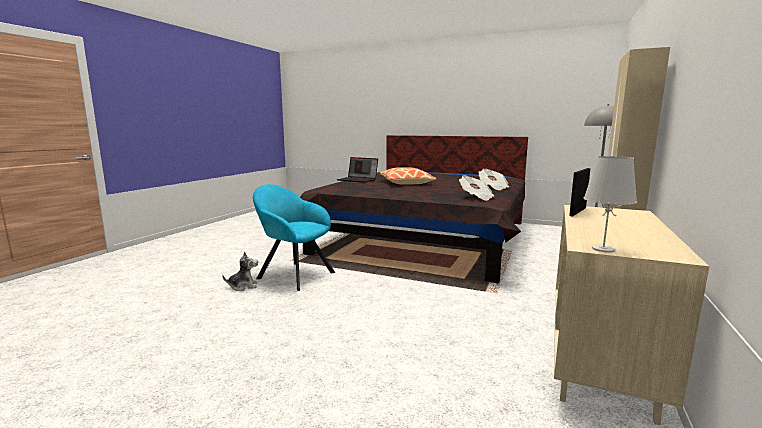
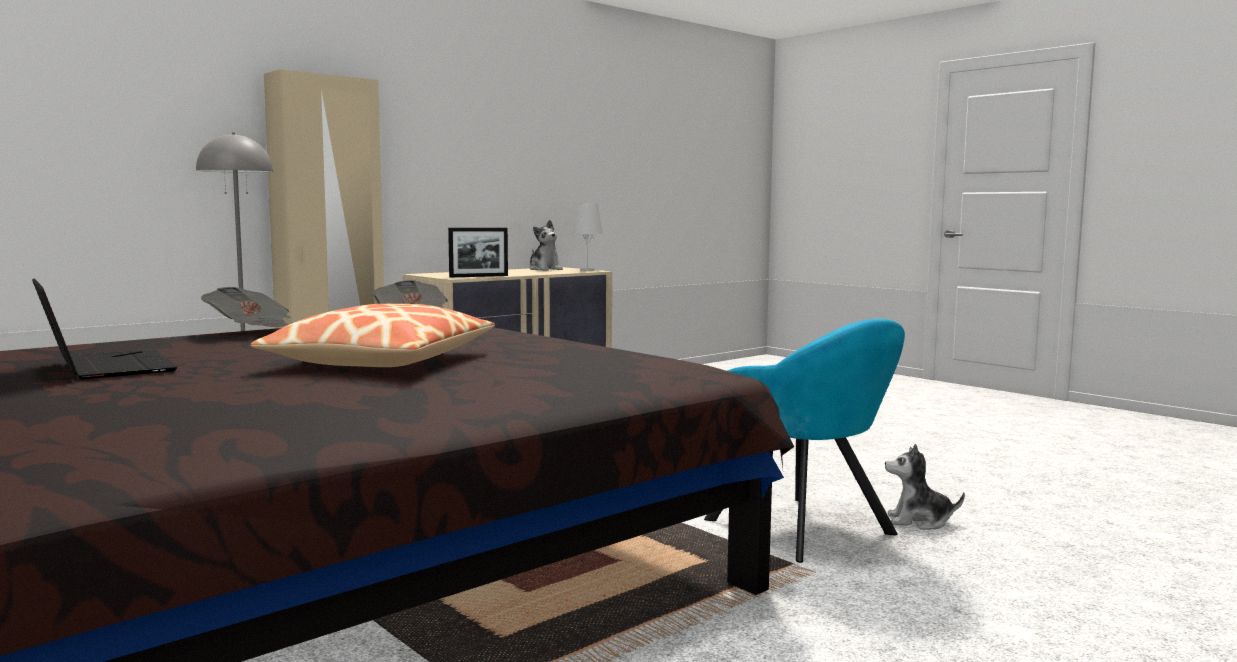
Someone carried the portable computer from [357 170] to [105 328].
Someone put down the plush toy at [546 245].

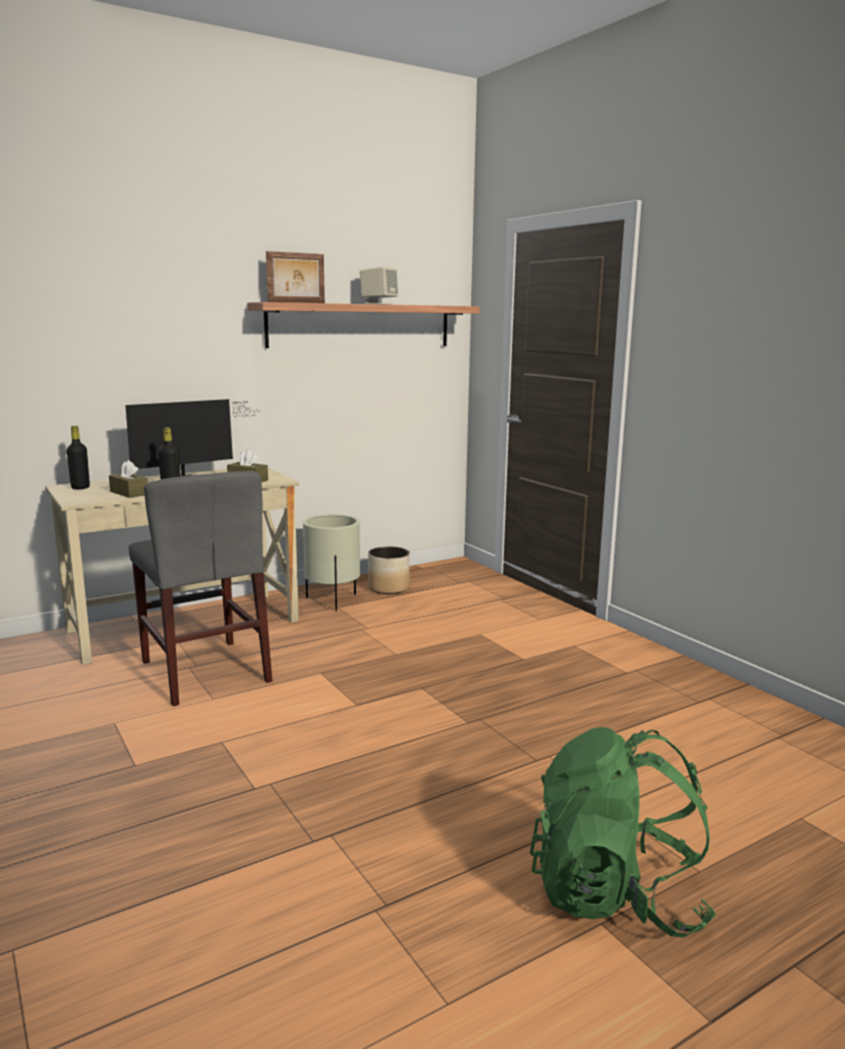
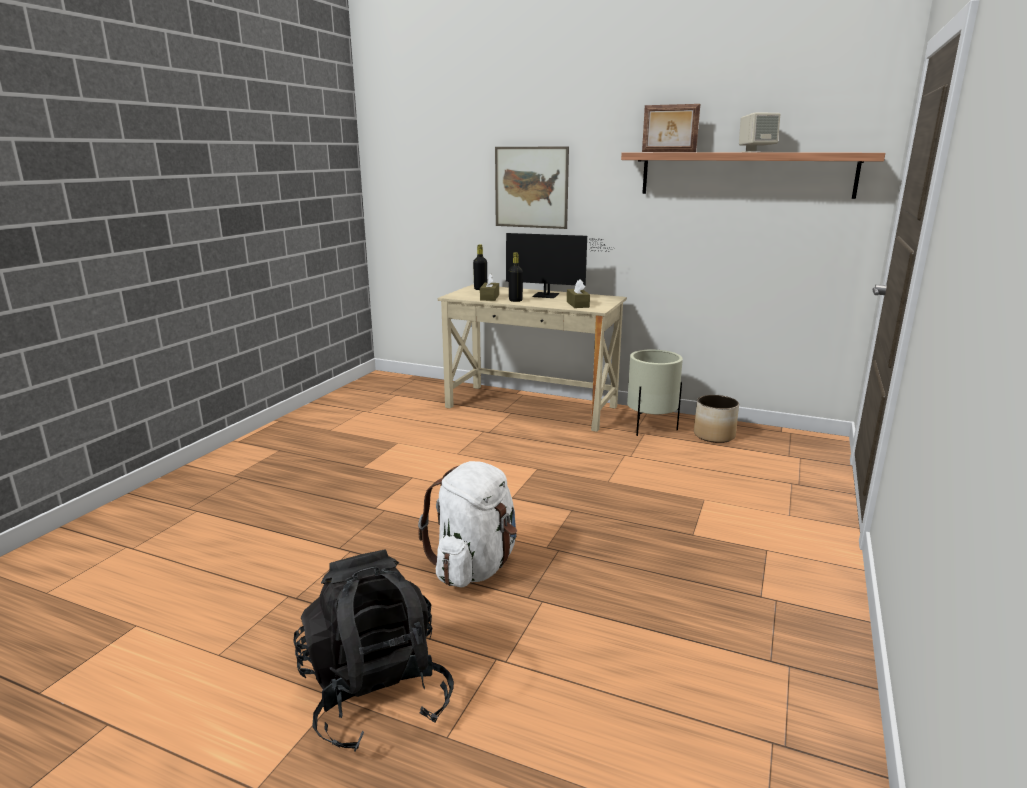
Someone repainted the rucksack (greenish) at [623 832], which became the rucksack (black-coloured) at [373 650].
Someone put down the rucksack (whitish) at [467 524].
Someone put up the wall art at [532 188].
Someone took away the chair (gray) at [200 588].

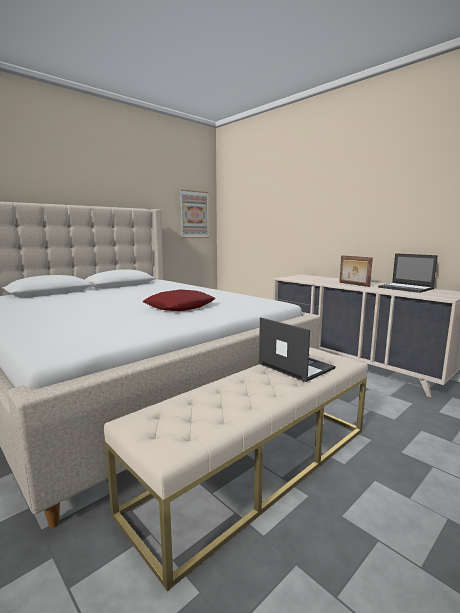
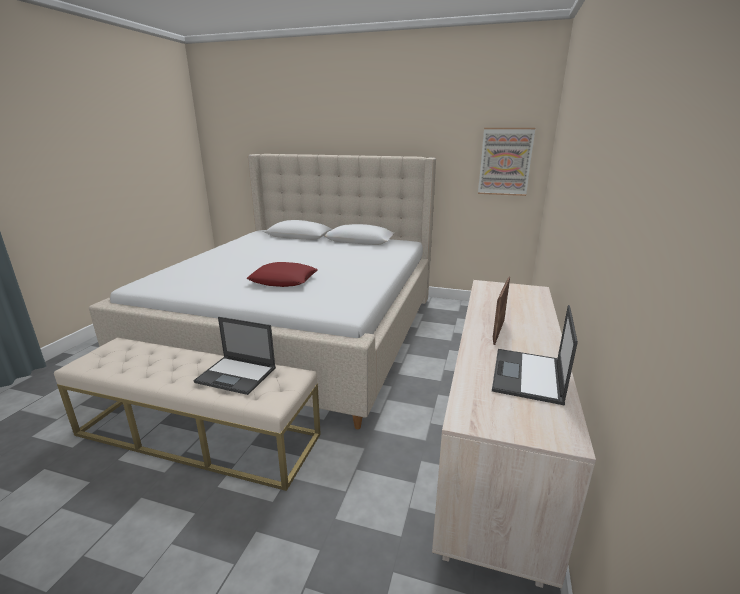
Someone rotated the portable computer at [297 349] by 90 degrees clockwise.

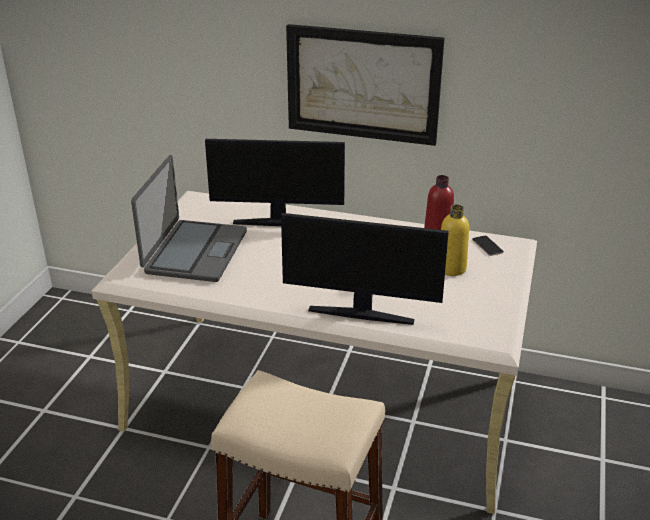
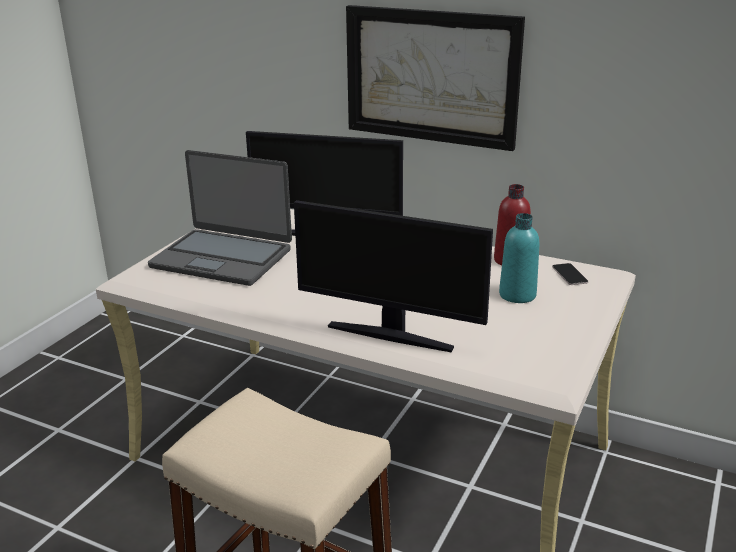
Someone rotated the portable computer at [189 218] by 90 degrees clockwise.
Someone repainted the bottle (yellow) at [455 240], which became the bottle (turquoise) at [519 258].

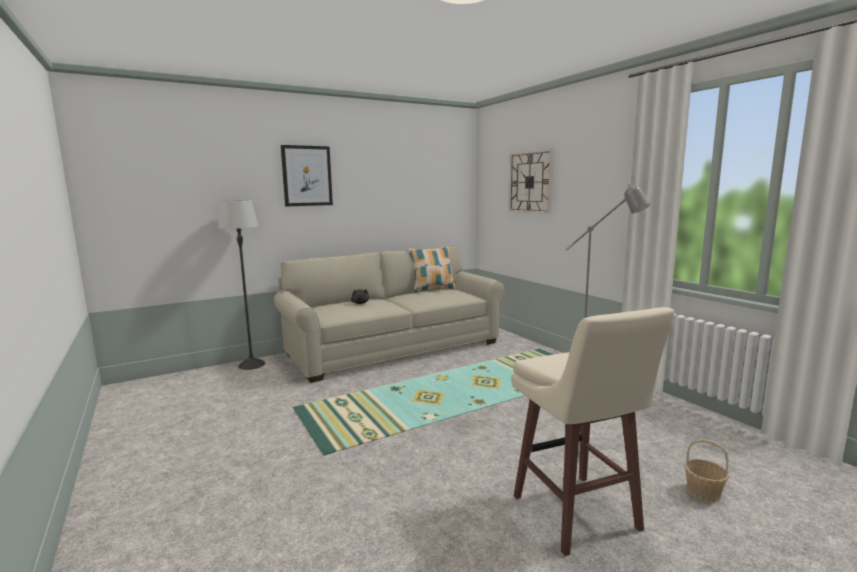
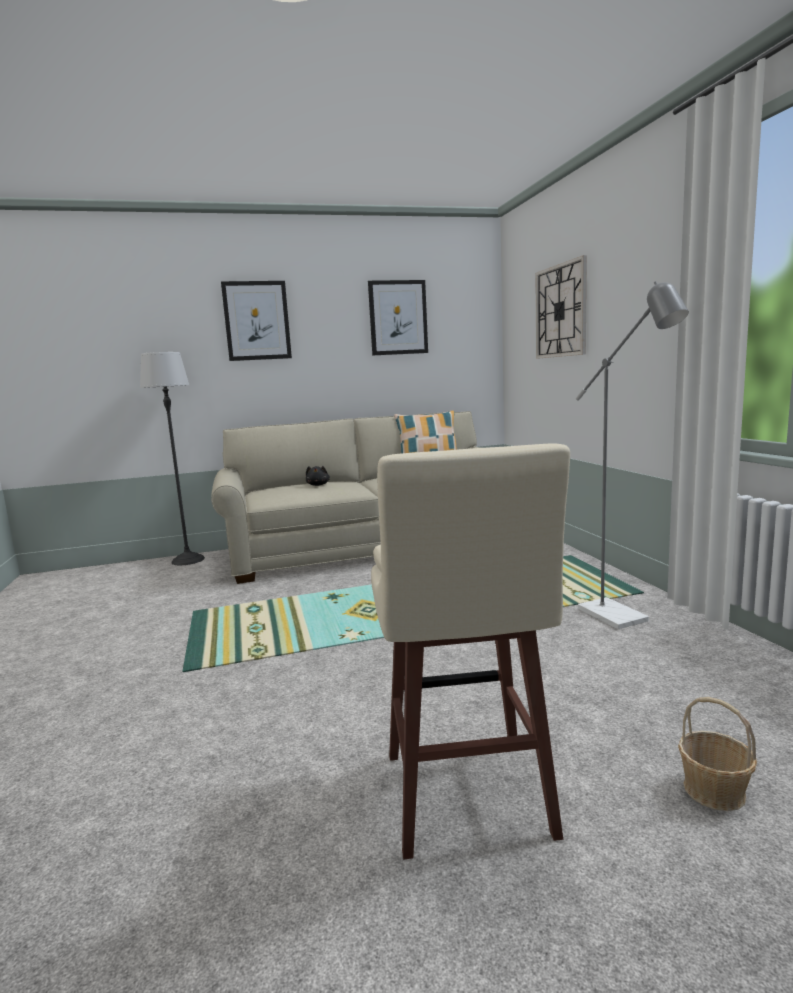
Someone put up the wall art at [398 318].

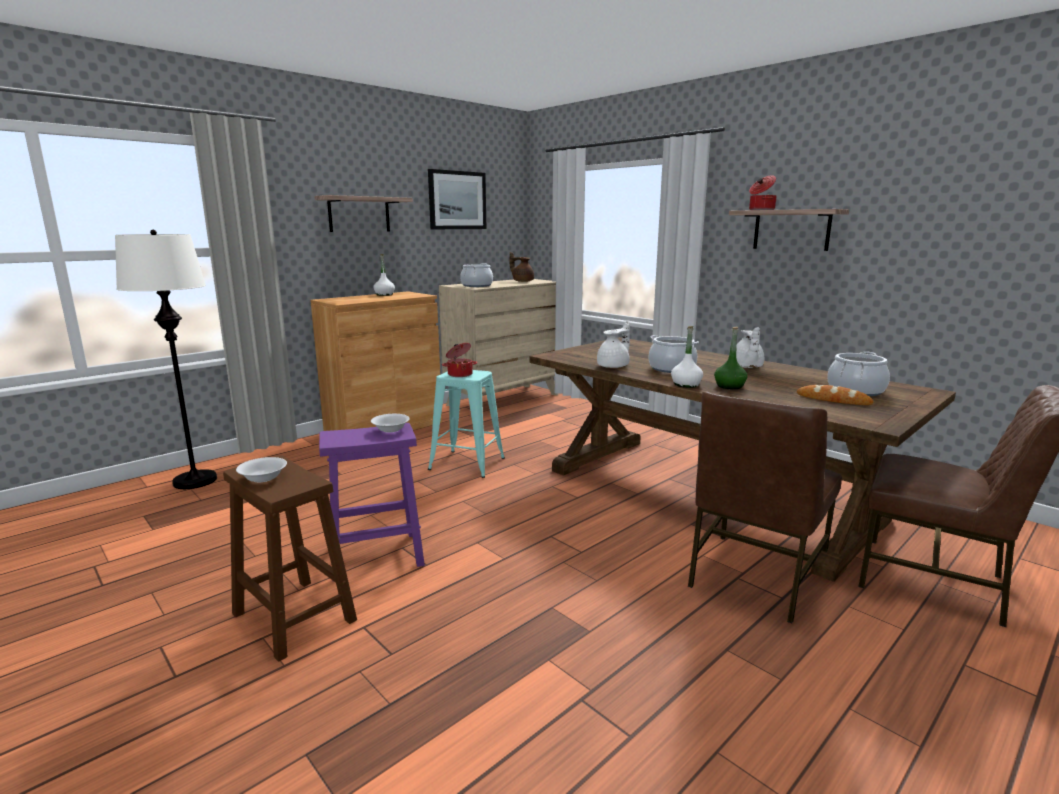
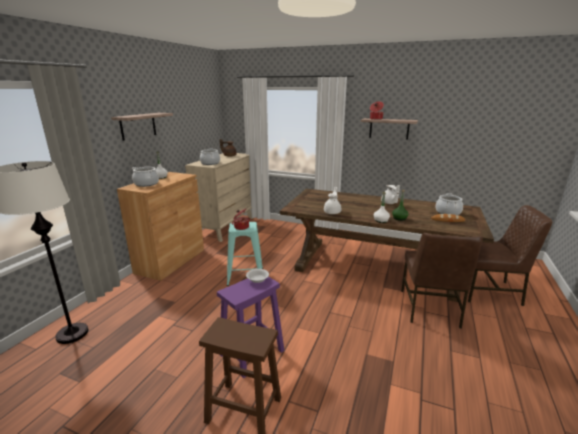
Someone carried the saucepot from [674 354] to [145 177].
Someone took away the bowl (whitish) at [261 469].
Someone took away the wall art at [457 199].

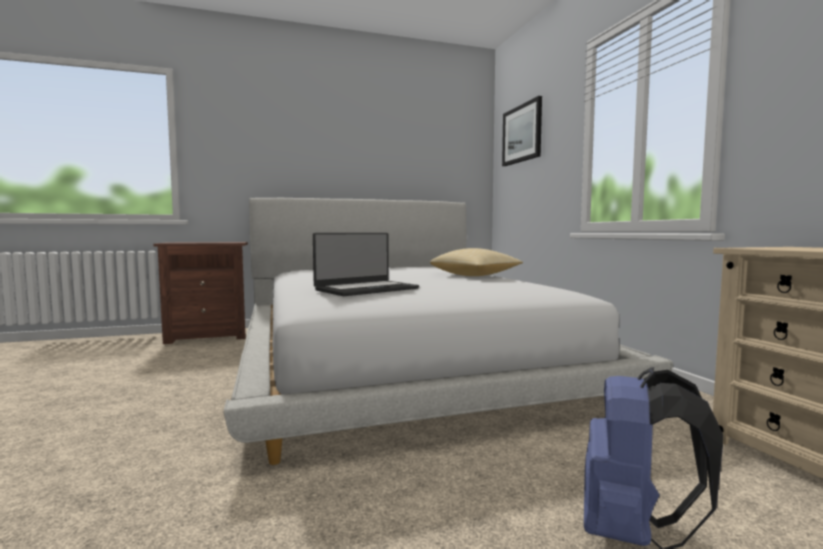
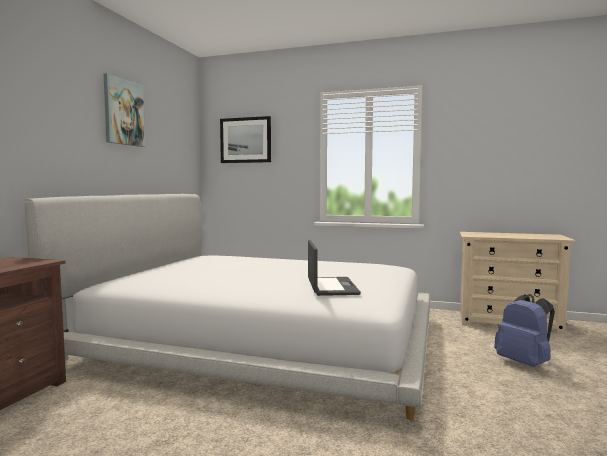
Someone put up the wall art at [124 110].
Someone took away the throw pillow at [476 262].

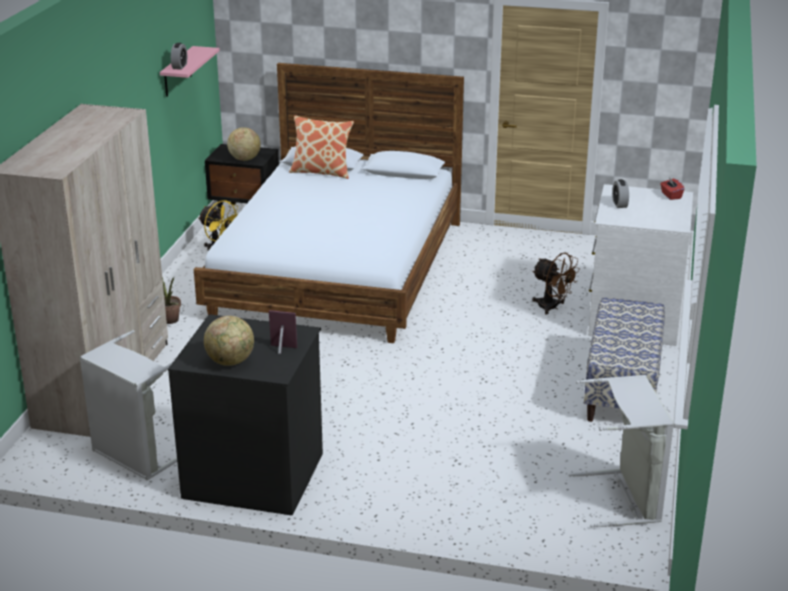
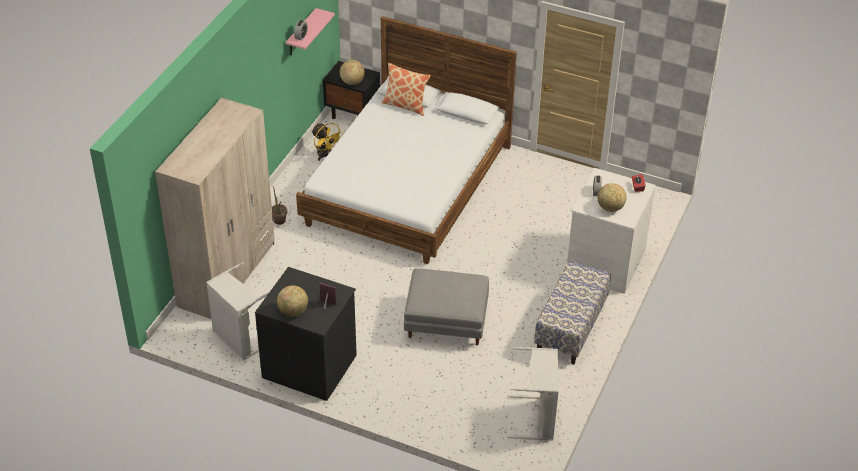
Someone put down the pouffe (gray) at [446 306].
Someone put down the world globe at [612 197].
Someone took away the fan (brown-coloured) at [556 284].

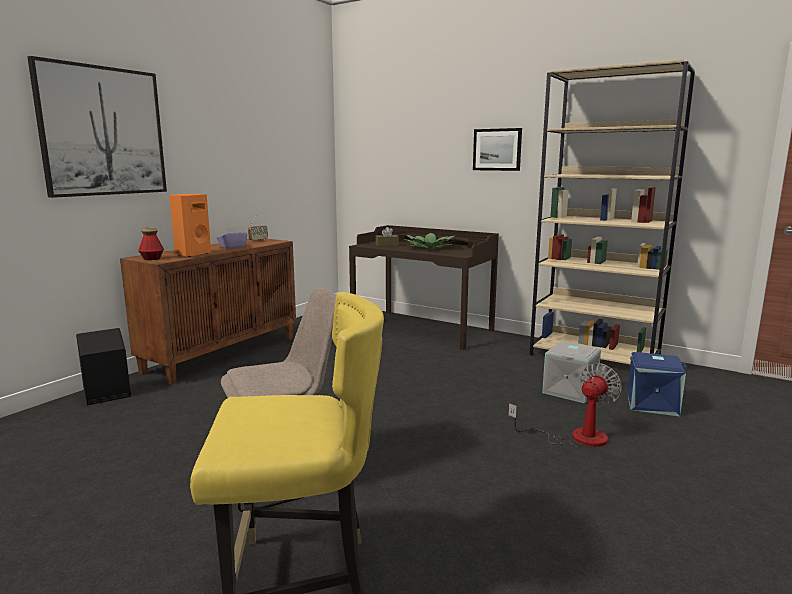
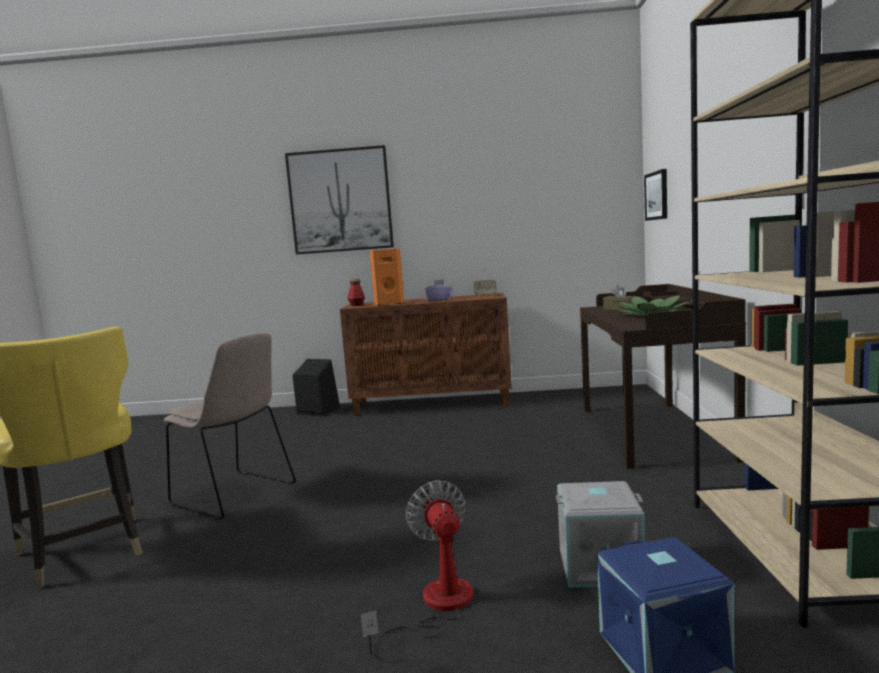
Someone rotated the fan at [565 405] by 120 degrees counterclockwise.
Someone carried the wall art from [497 149] to [655 195].

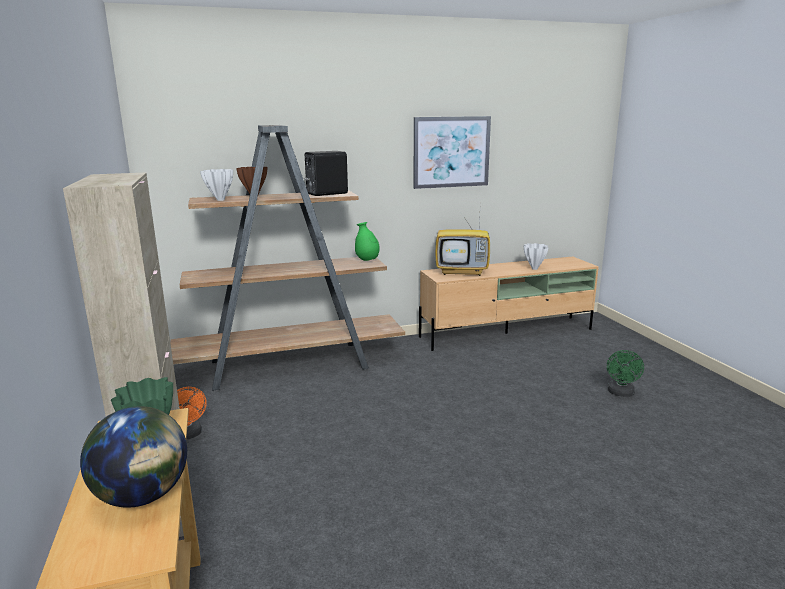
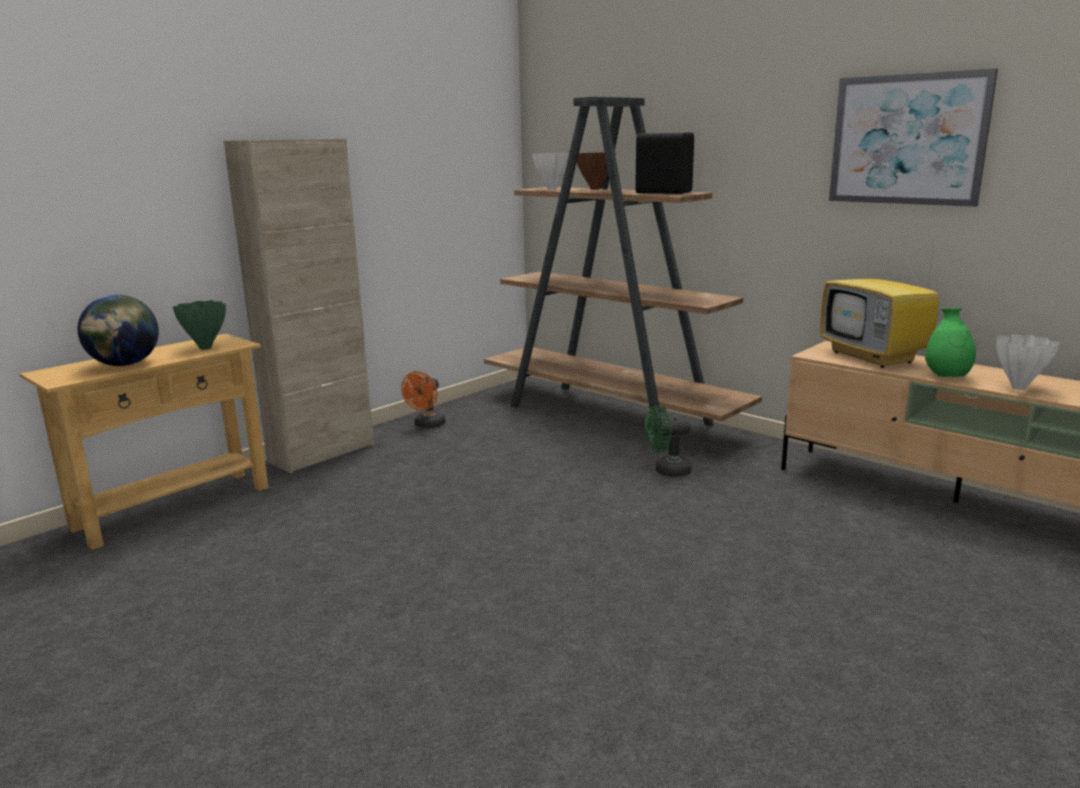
Someone carried the fan (greenish) from [625 373] to [668 441].
Someone carried the decorative vase (greenish) from [367 241] to [950 342].

